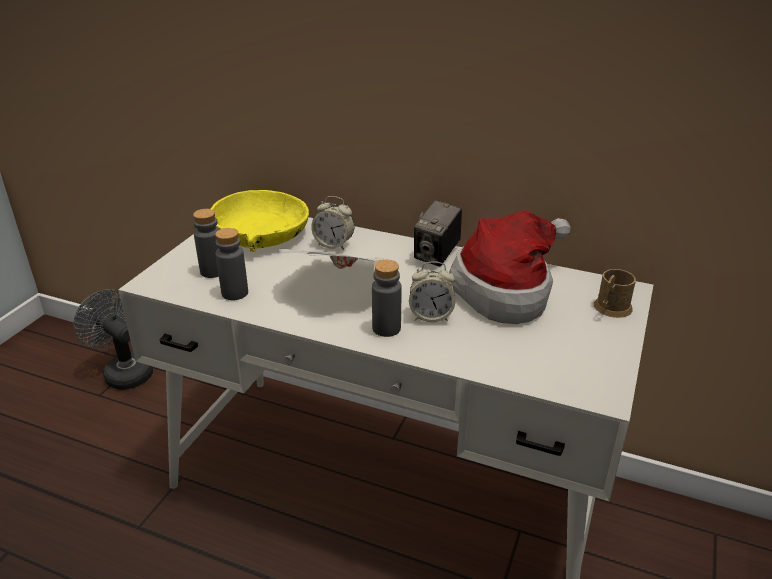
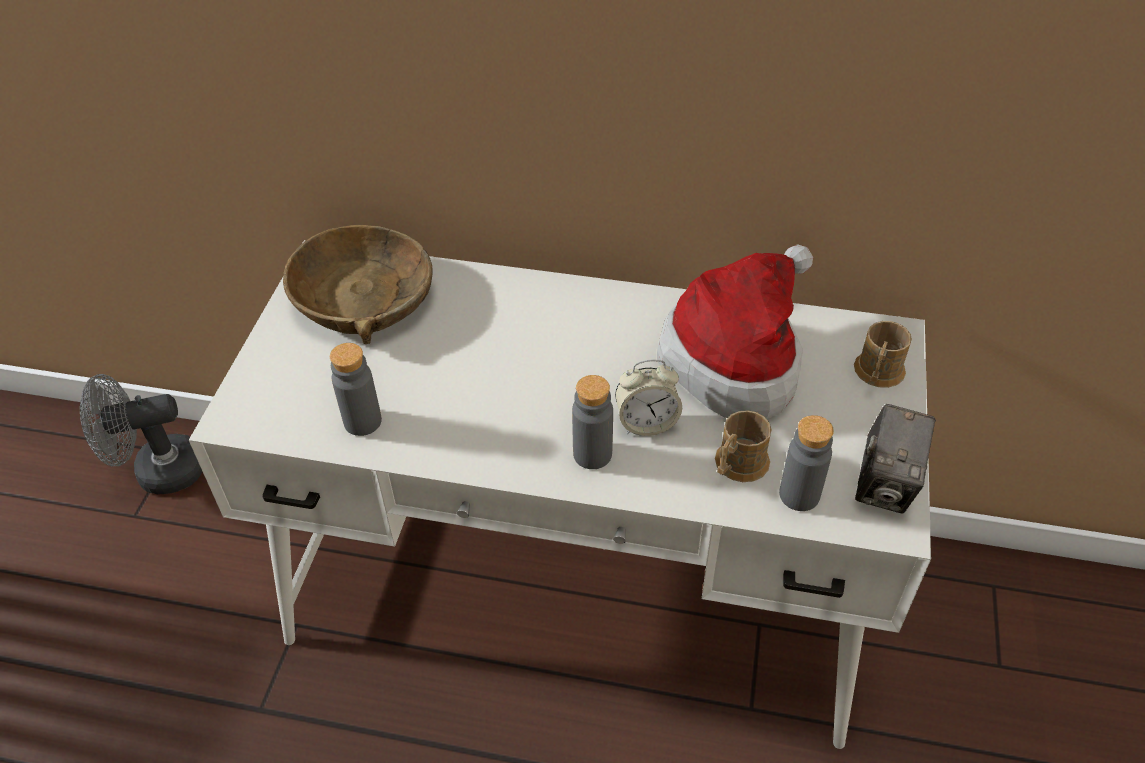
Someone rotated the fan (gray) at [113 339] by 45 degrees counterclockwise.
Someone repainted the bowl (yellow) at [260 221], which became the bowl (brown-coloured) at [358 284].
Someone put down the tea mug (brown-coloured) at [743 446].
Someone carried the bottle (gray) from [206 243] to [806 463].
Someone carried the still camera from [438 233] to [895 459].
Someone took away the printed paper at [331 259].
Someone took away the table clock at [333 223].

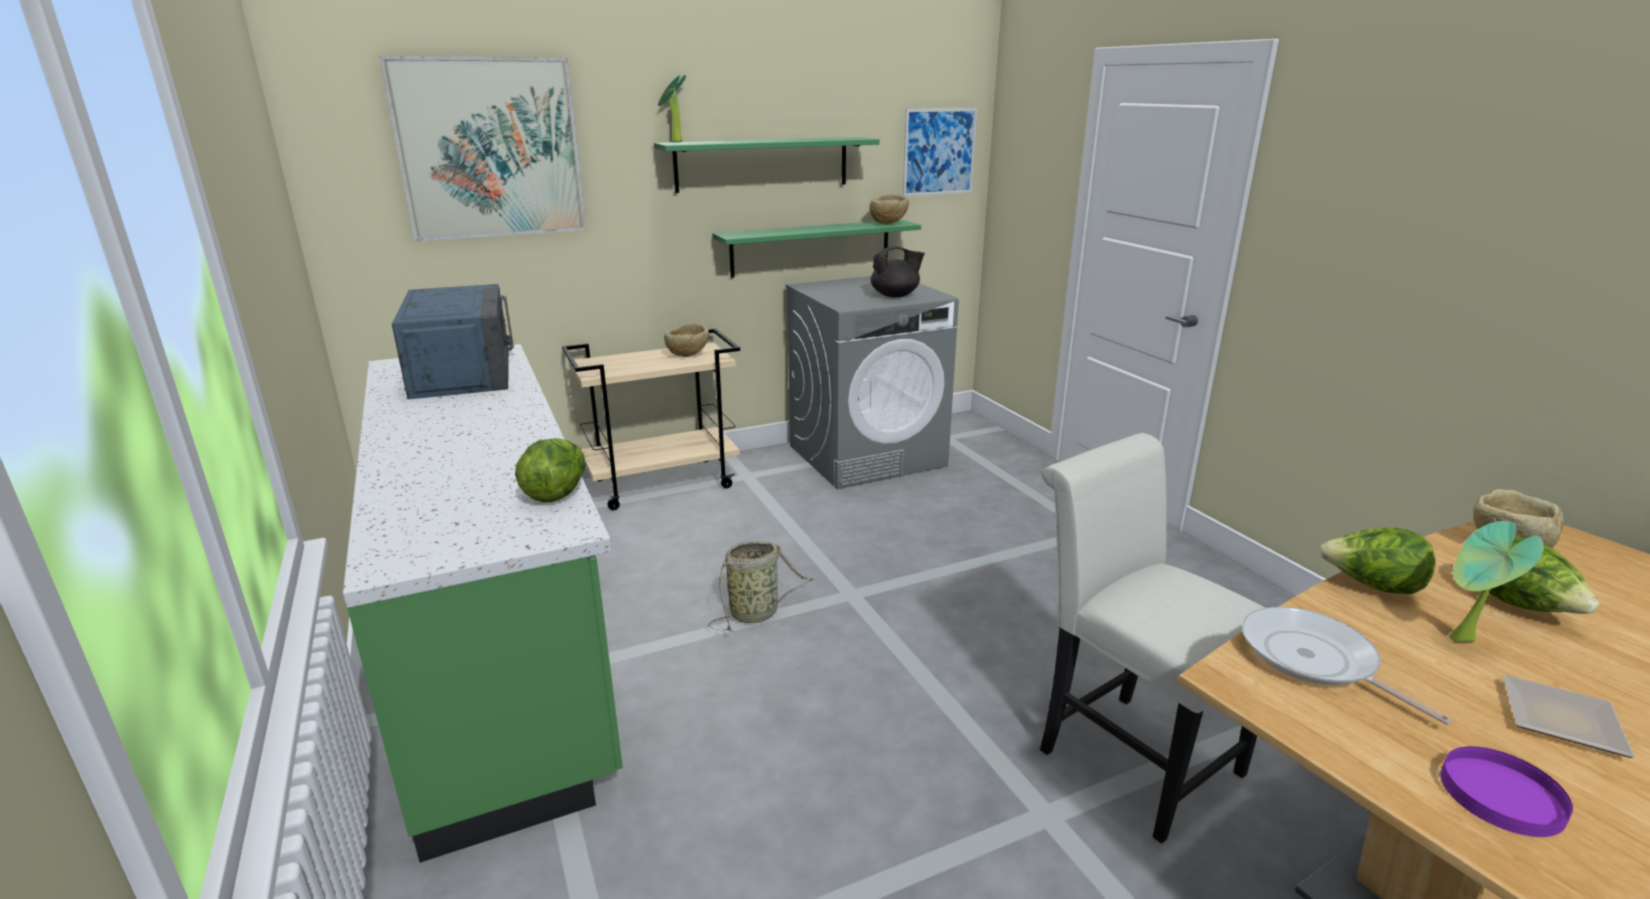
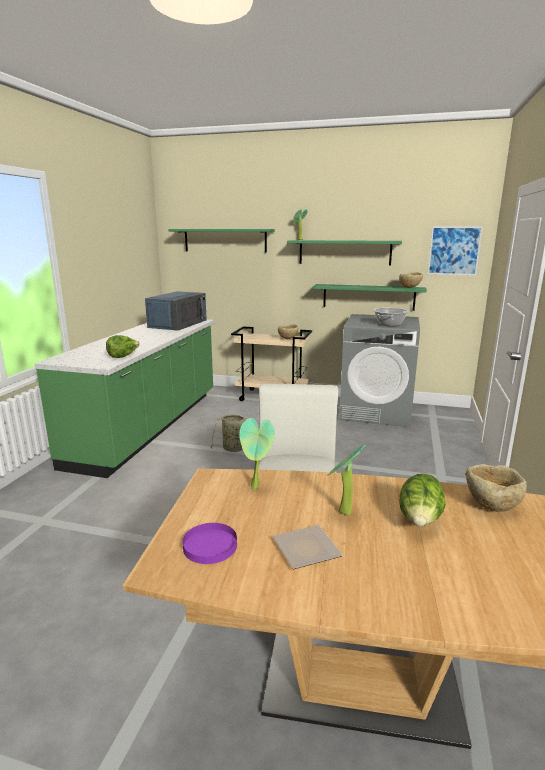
Someone swapped the wall art at [482 149] for the bracket shelf (greenish) at [222 240].
Someone swapped the skillet at [1347 666] for the houseplant at [257 453].
Someone swapped the tea pot (black-coloured) at [897 271] for the saucepot at [391 317].
Someone took away the head of lettuce at [1377 561].

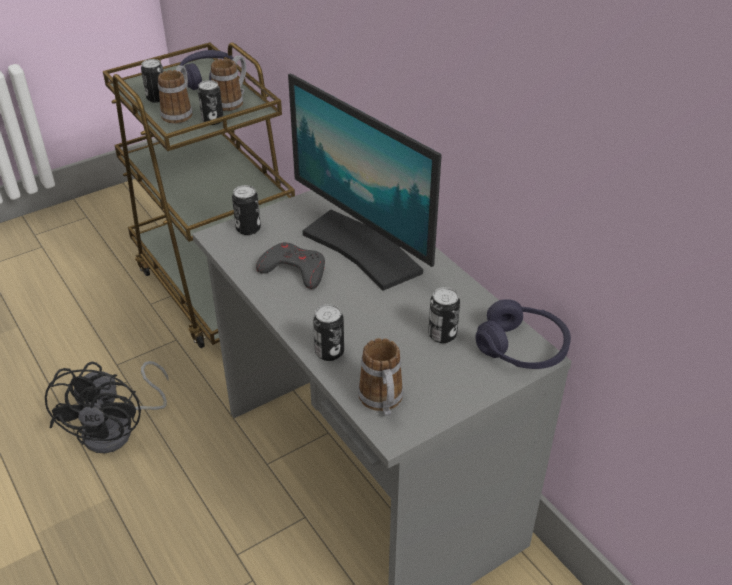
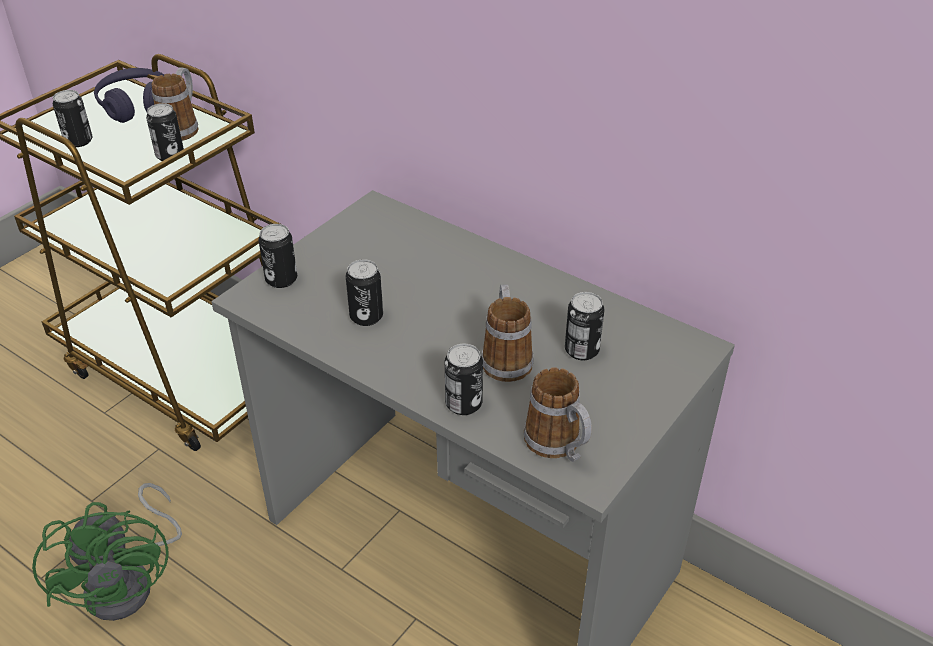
Someone repainted the fan (black-coloured) at [107 407], which became the fan (greenish) at [107 552].
Someone swapped the game controller (gray) at [290 265] for the sealed can at [364 292].
Someone carried the tea mug from [175 94] to [507 333].
Someone took away the computer screen at [365 182].
Someone took away the pair of headphones (purplish) at [523 334].

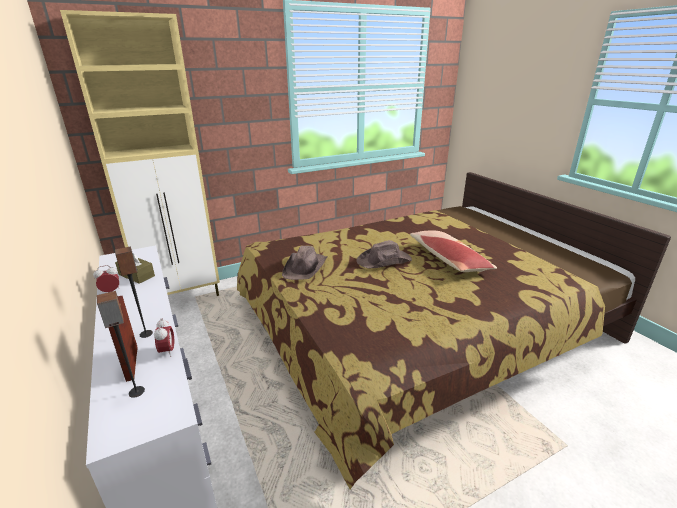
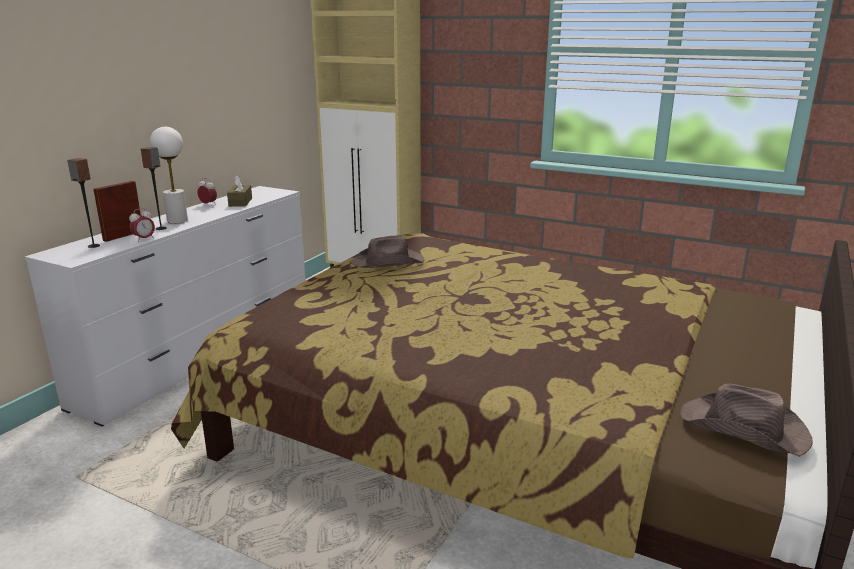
Someone put down the table lamp (whitish) at [169 175].
Someone carried the hat (brown-coloured) from [384 254] to [746 420].
Someone took away the throw pillow at [453 251].

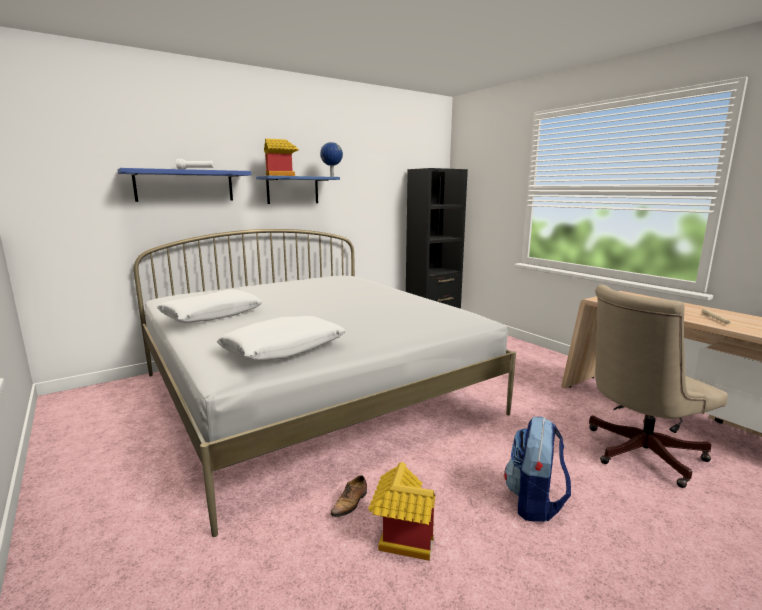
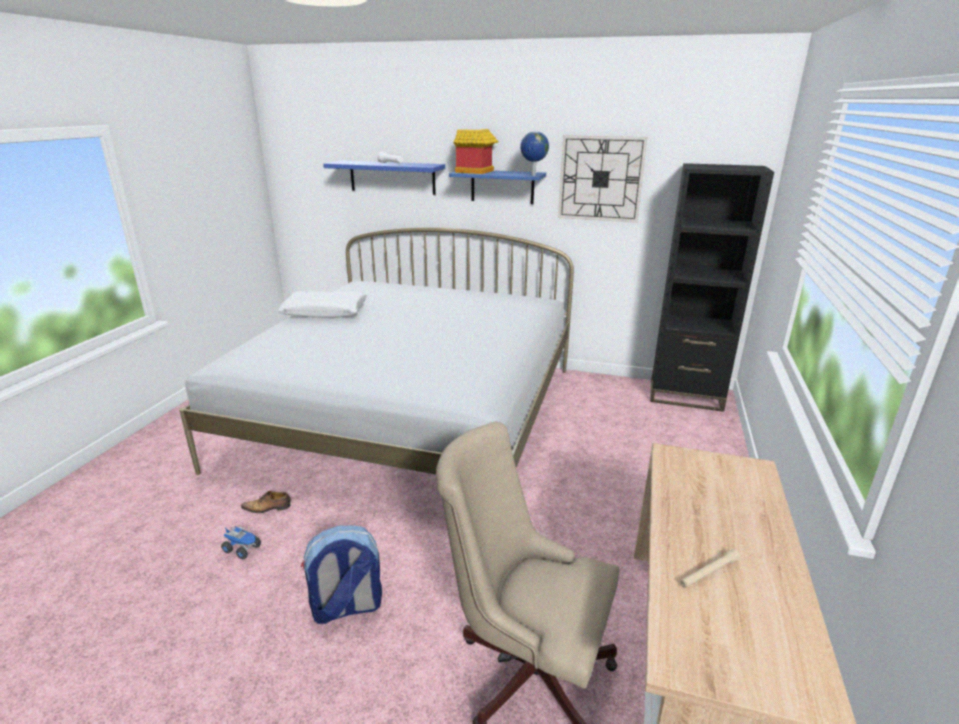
Someone swapped the model house at [401 511] for the toy lorry at [241 542].
Someone put up the clock on the wall at [603 179].
Someone took away the throw pillow (whitish) at [281 338].

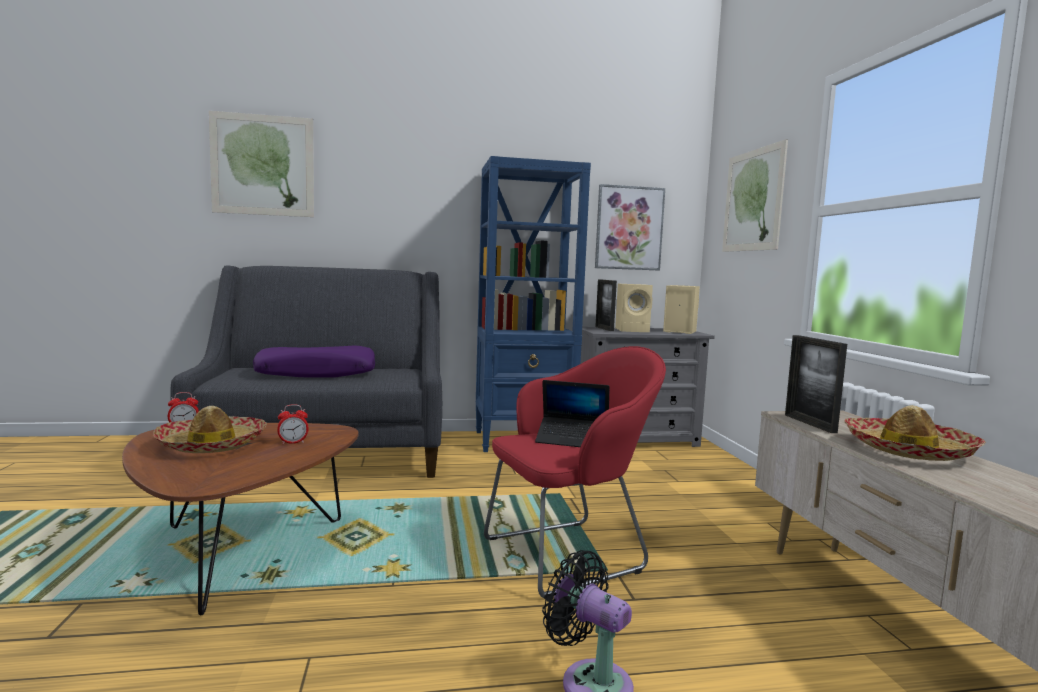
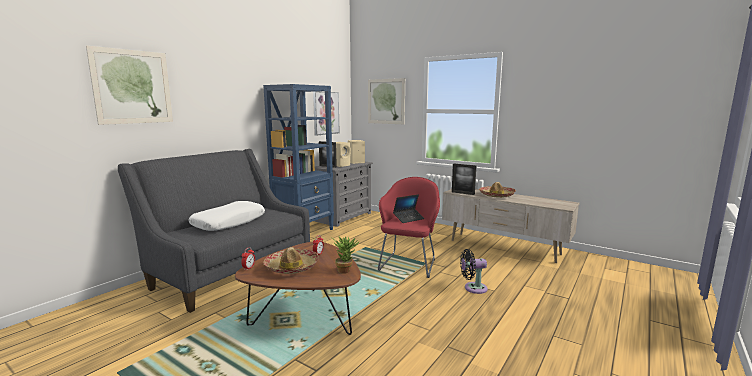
Someone repainted the throw pillow (purplish) at [314 362], which became the throw pillow (whitish) at [226 216].
Someone put down the houseplant at [346 255].

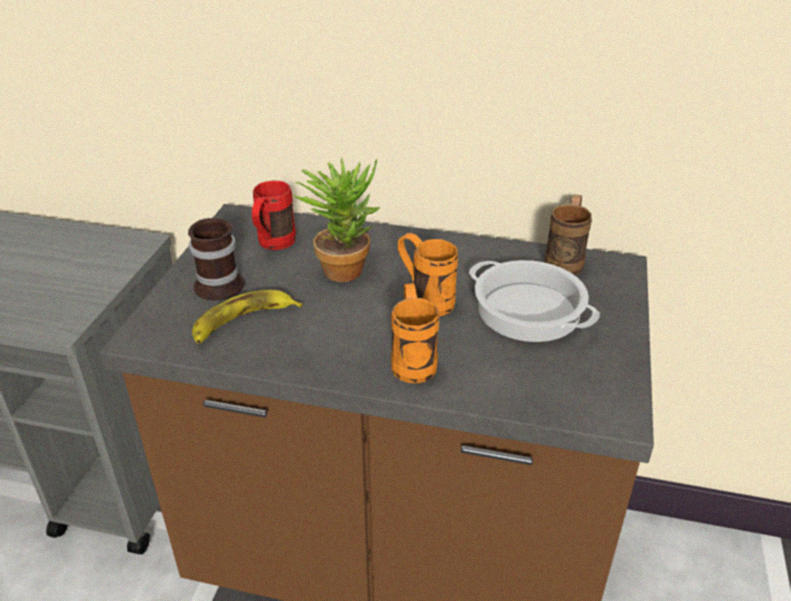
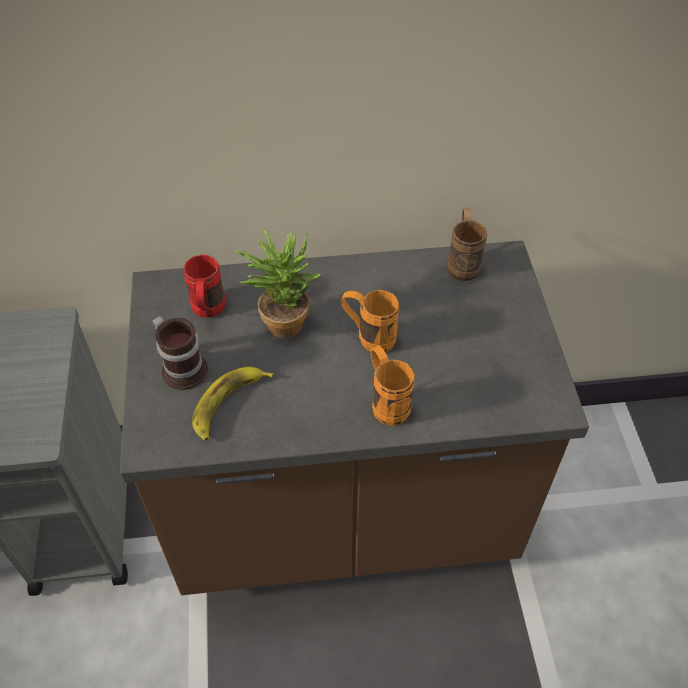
Someone took away the saucepot at [534 301].

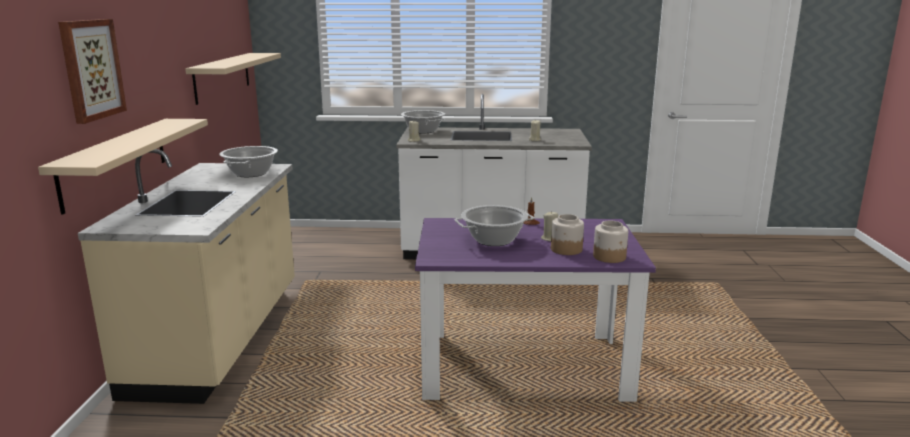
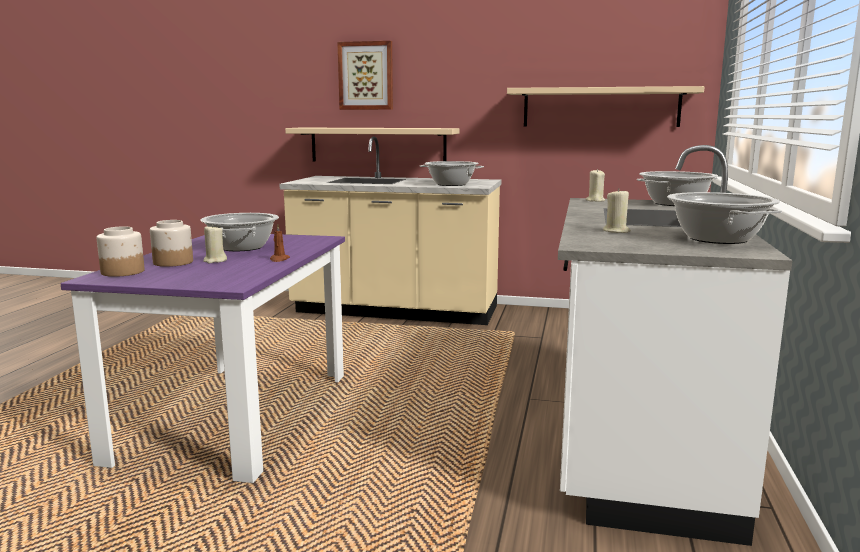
Someone put down the saucepot at [724 218].

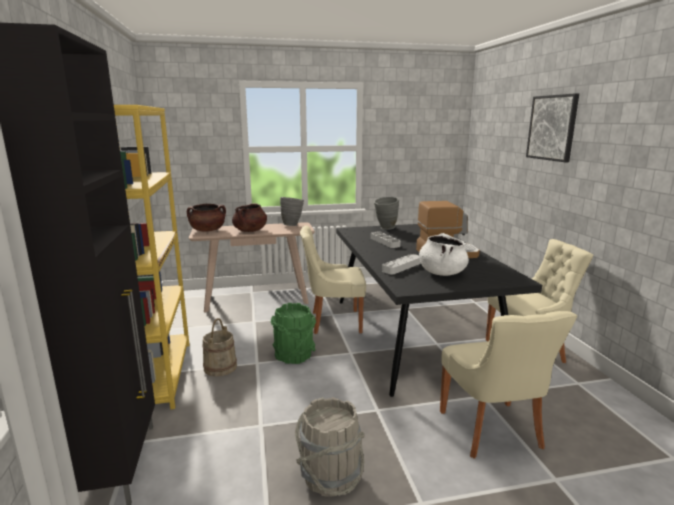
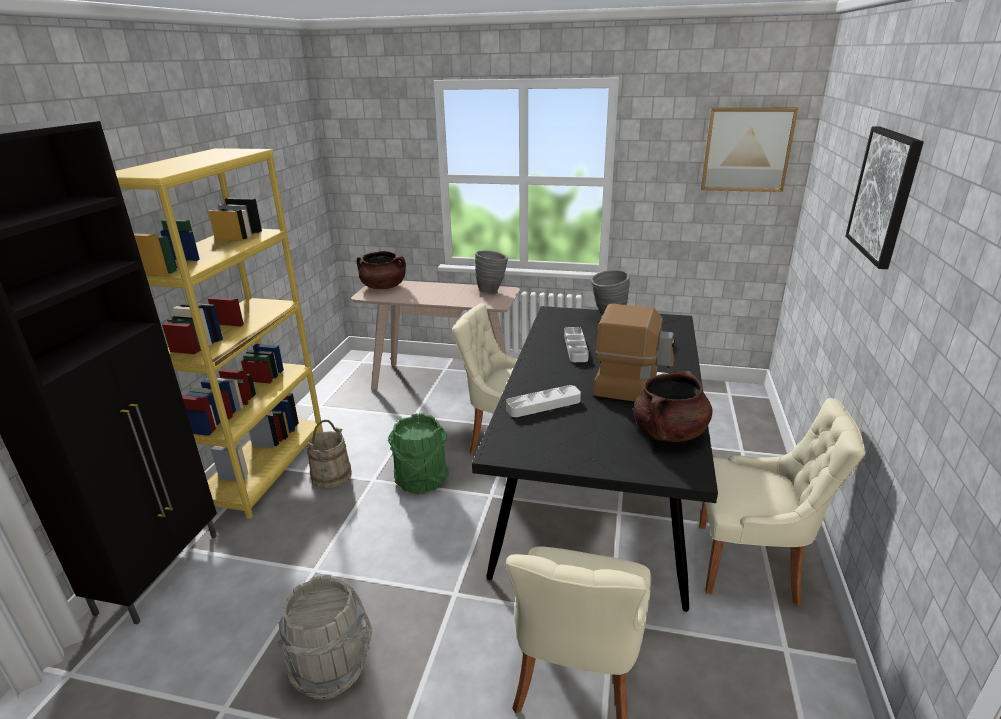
Someone carried the saucepot (brown-coloured) from [249 217] to [673 406].
Someone put up the wall art at [749 150].
Someone took away the saucepot (whitish) at [444 254].

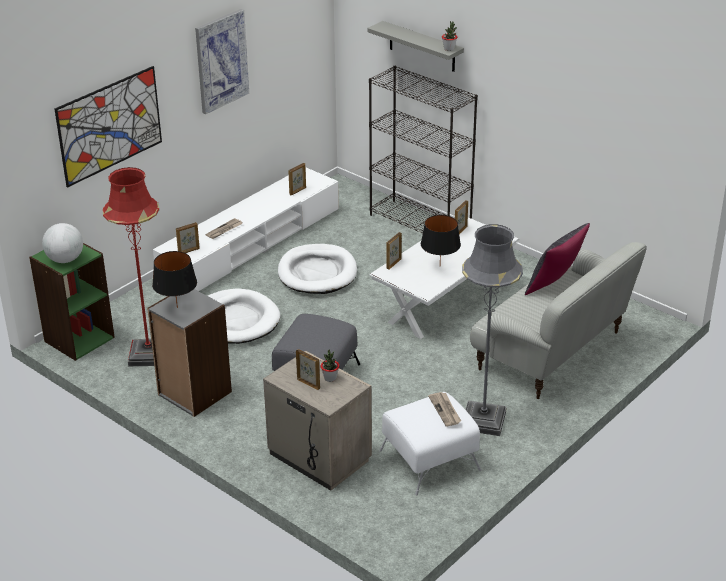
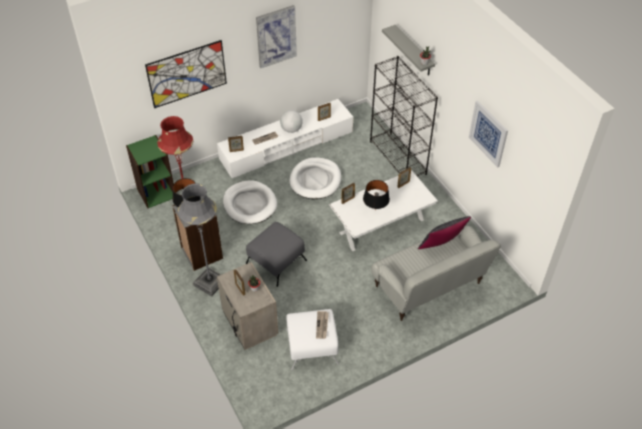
Someone carried the floor lamp (gray) from [492 330] to [199 240].
Someone carried the world globe from [62 243] to [291 121].
Someone put up the wall art at [488 134].

